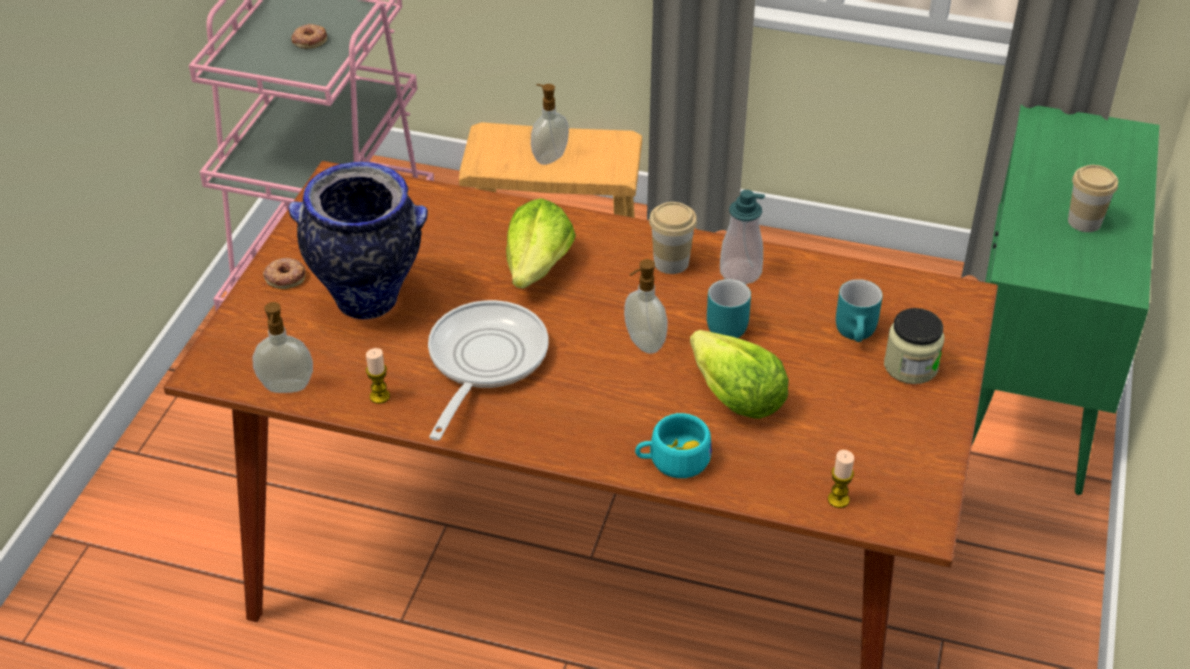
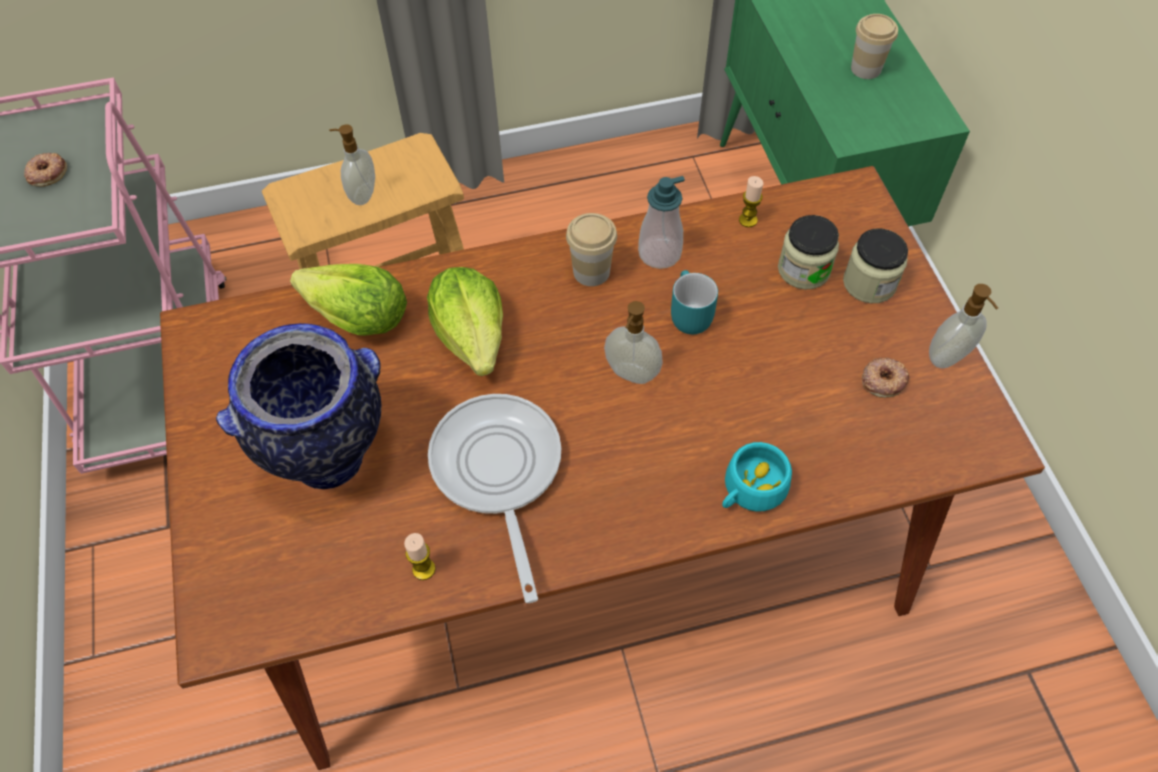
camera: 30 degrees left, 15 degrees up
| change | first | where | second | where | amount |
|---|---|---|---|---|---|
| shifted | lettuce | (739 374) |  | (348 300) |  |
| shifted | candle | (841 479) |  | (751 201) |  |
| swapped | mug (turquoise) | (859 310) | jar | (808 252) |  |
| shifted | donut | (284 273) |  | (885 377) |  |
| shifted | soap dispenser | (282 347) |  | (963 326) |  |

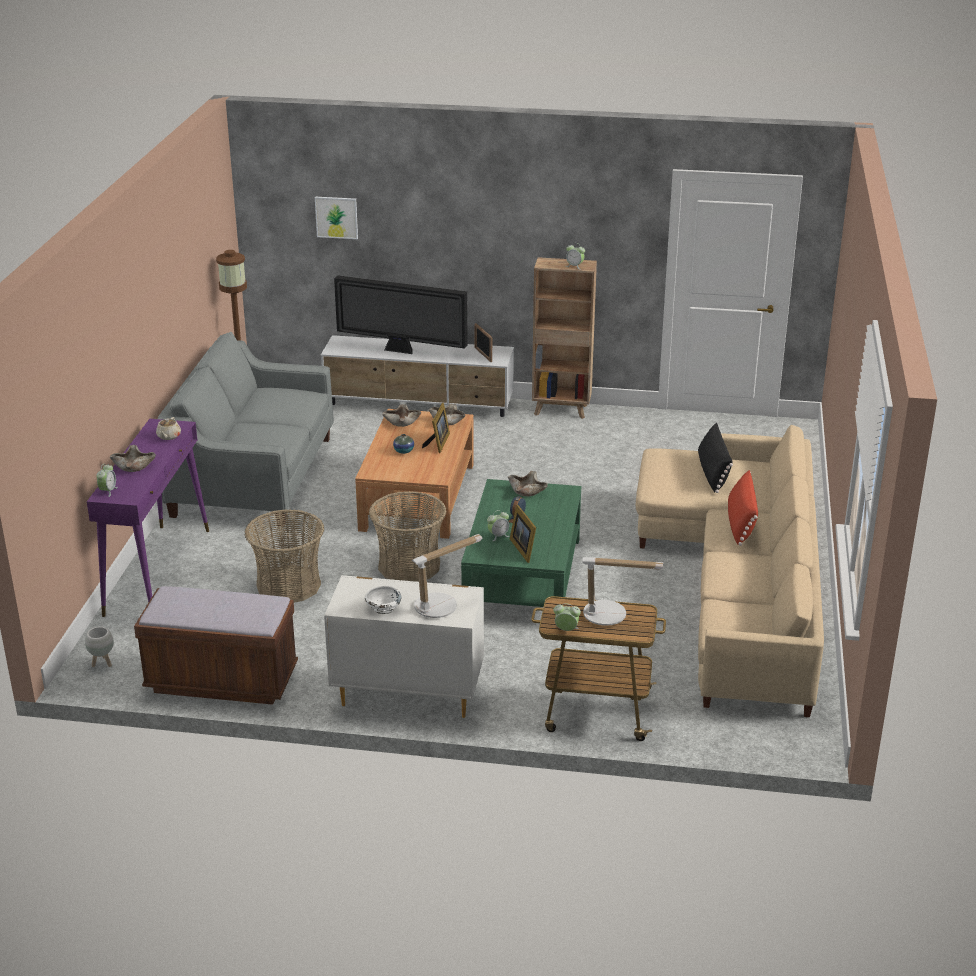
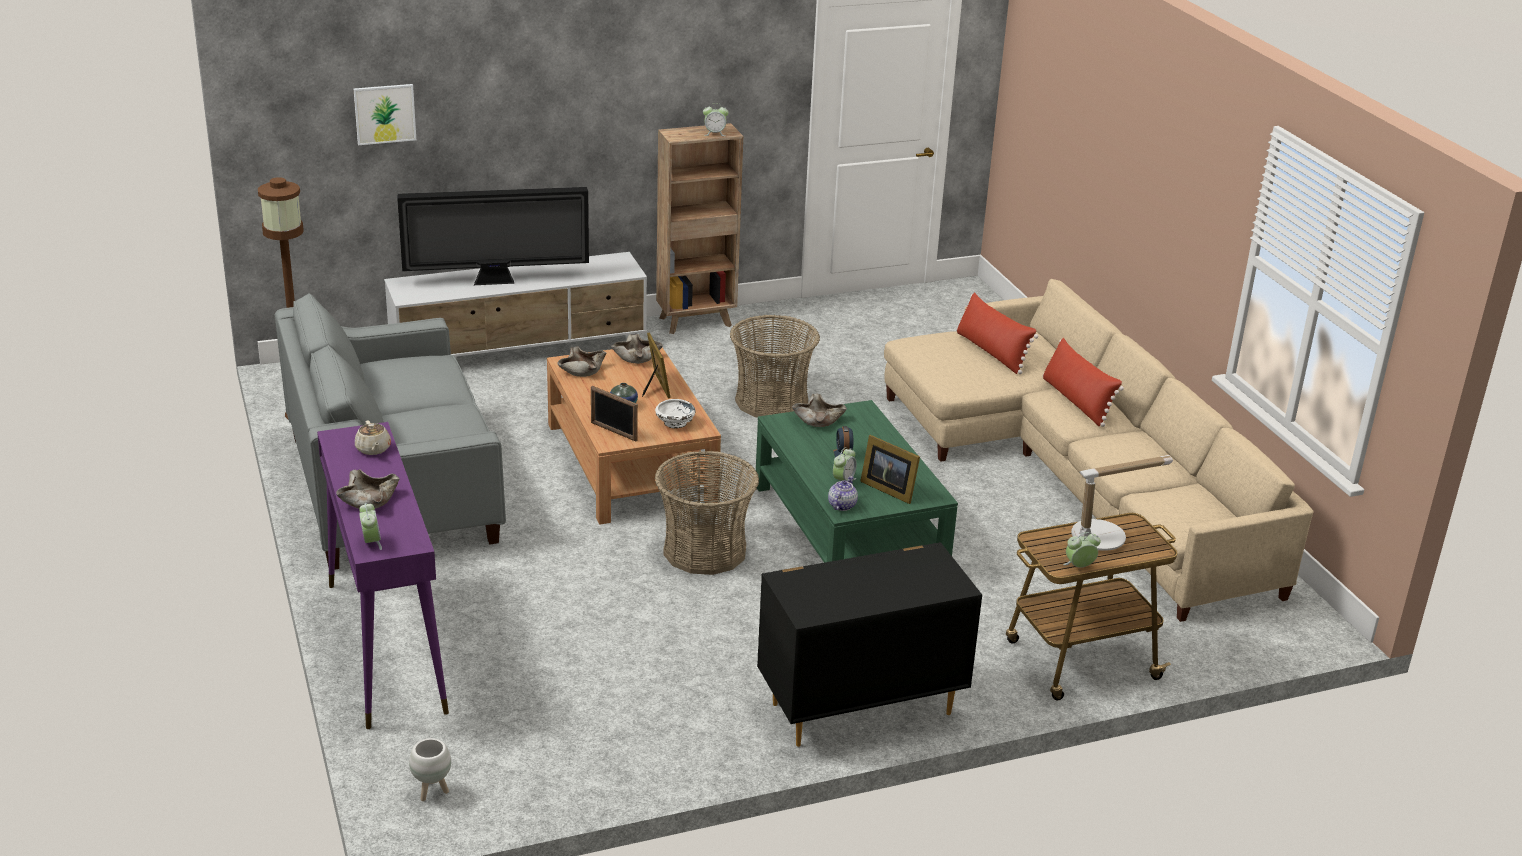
camera: 30 degrees left, 0 degrees up
| change | first | where | second | where | amount |
|---|---|---|---|---|---|
| shifted | picture frame | (483 342) |  | (614 414) |  |
| shifted | bowl (white) | (383 600) |  | (675 414) |  |
| shifted | basket | (284 556) |  | (775 366) |  |
| repainted | dresser (white) | (404 646) | dresser (black) | (869 644) |  |
| new |  |  | teapot | (843 493) |  |
| repainted | pillow (black) | (715 458) | pillow (red) | (997 333) |  |
| gone | bench (brown) | (216 645) |  |  |  |
| gone | table lamp | (447 576) |  |  |  |

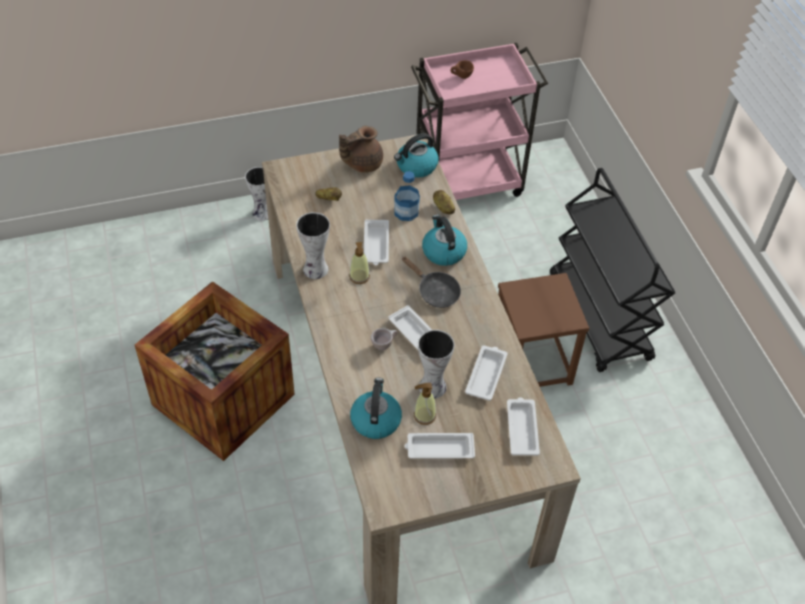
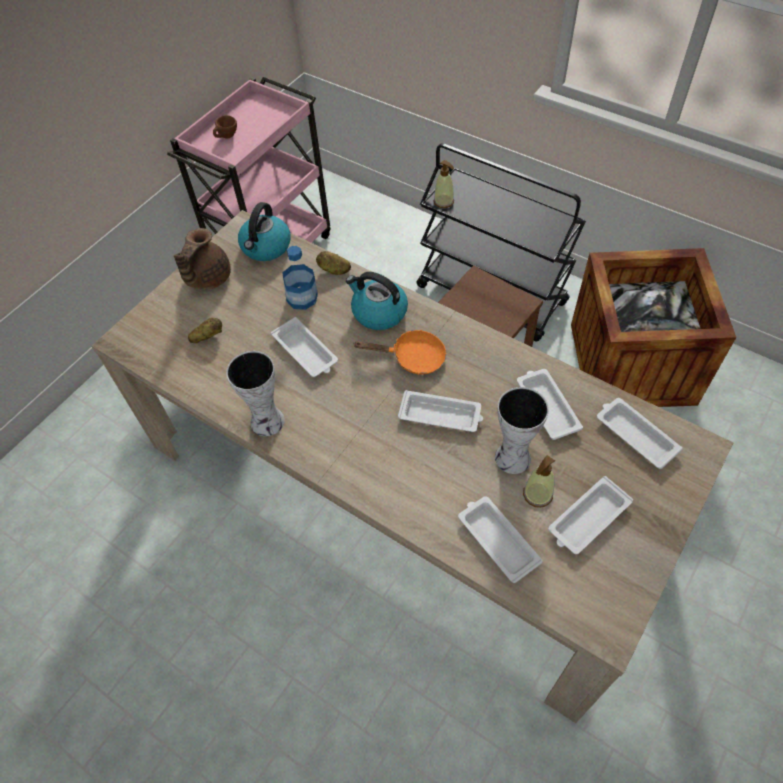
camera: 35 degrees left, 5 degrees up
| change | first | where | second | where | amount |
|---|---|---|---|---|---|
| repainted | frying pan (black) | (431 282) | frying pan (orange) | (400 352) |  |
| shifted | soap dispenser | (359 263) |  | (444 184) |  |
| swapped | kettle | (376 408) | tray (white) | (500 539) |  |
| shifted | crate | (215 371) |  | (653 327) |  |
| gone | vase | (256 194) |  |  |  |
| gone | cup (beige) | (384 339) |  |  |  |

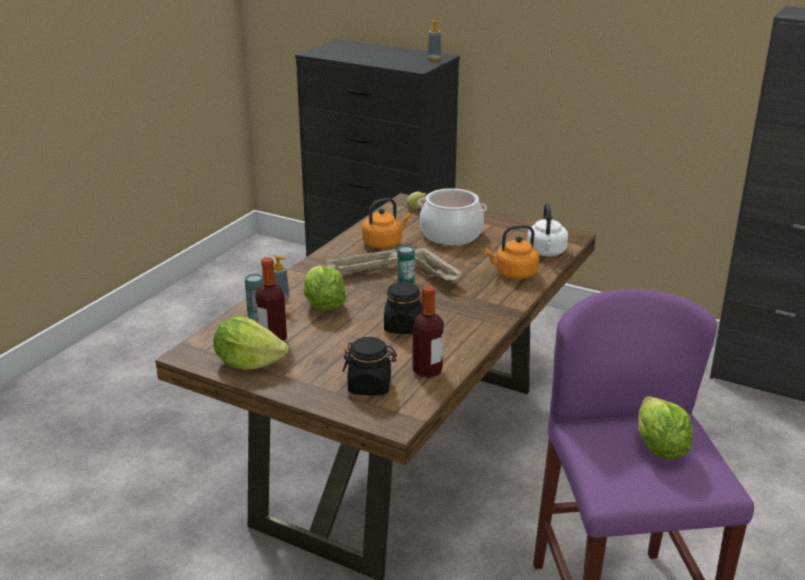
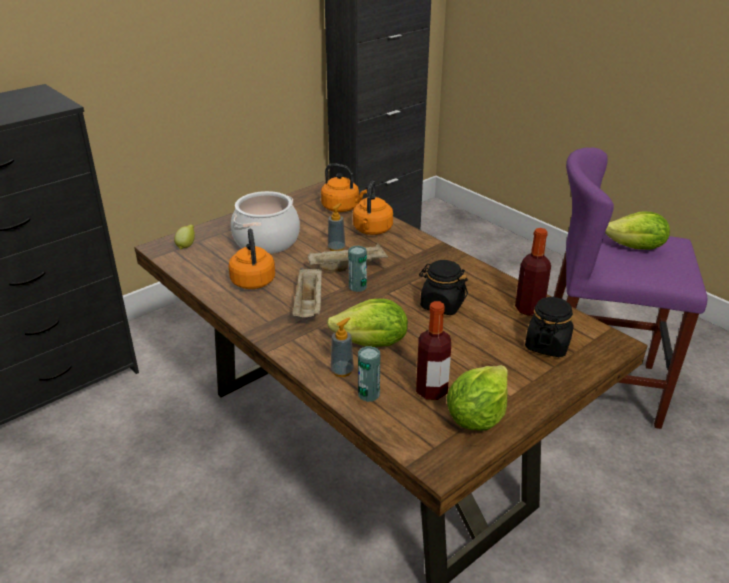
camera: 70 degrees left, 5 degrees up
| change | first | where | second | where | amount |
|---|---|---|---|---|---|
| repainted | kettle (white) | (547 229) | kettle (orange) | (344 187) |  |
| shifted | soap dispenser | (434 40) |  | (336 227) |  |

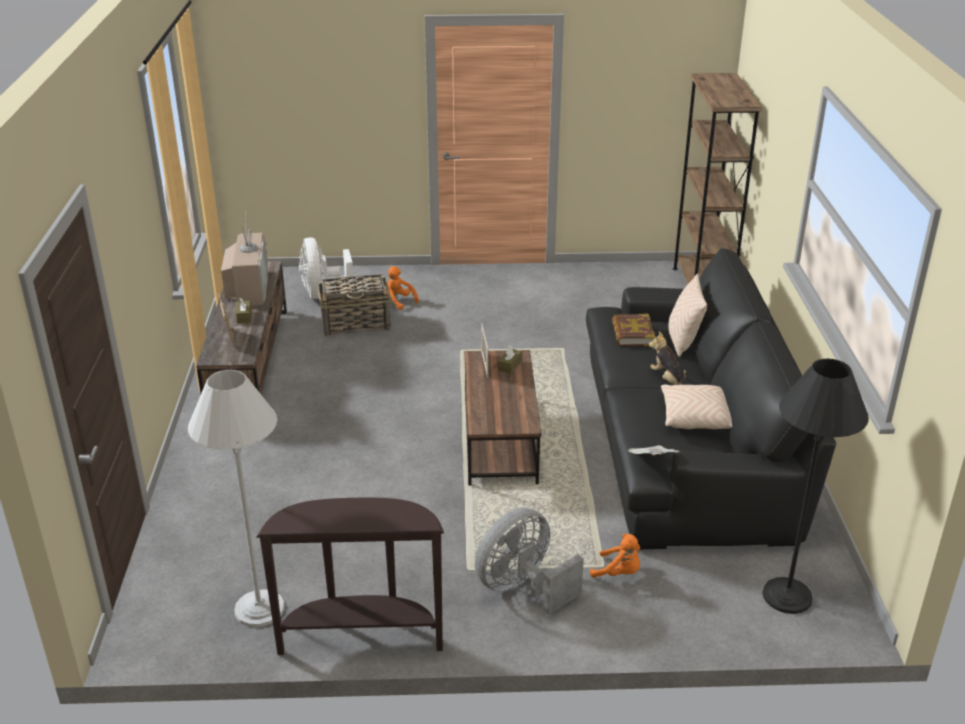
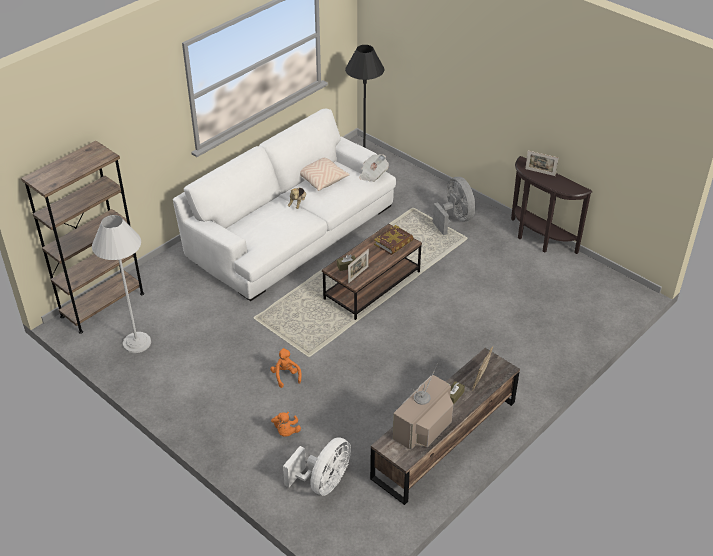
camera: 135 degrees left, 10 degrees up
| change | first | where | second | where | amount |
|---|---|---|---|---|---|
| shifted | floor lamp (white) | (236 498) |  | (121 284) |  |
| repainted | sofa (black) | (711 398) | sofa (white) | (284 205) |  |
| shifted | plush toy (orange) | (615 556) |  | (286 368) |  |
| shifted | book | (633 330) |  | (394 240) |  |
| rotated | fan (grey) | (529 561) |  | (454 206) | 120 degrees counterclockwise |
| new |  |  | picture frame | (541 163) |  |
| gone | basket | (355 305) |  |  |  |
| gone | pillow (beige) | (688 315) |  |  |  |

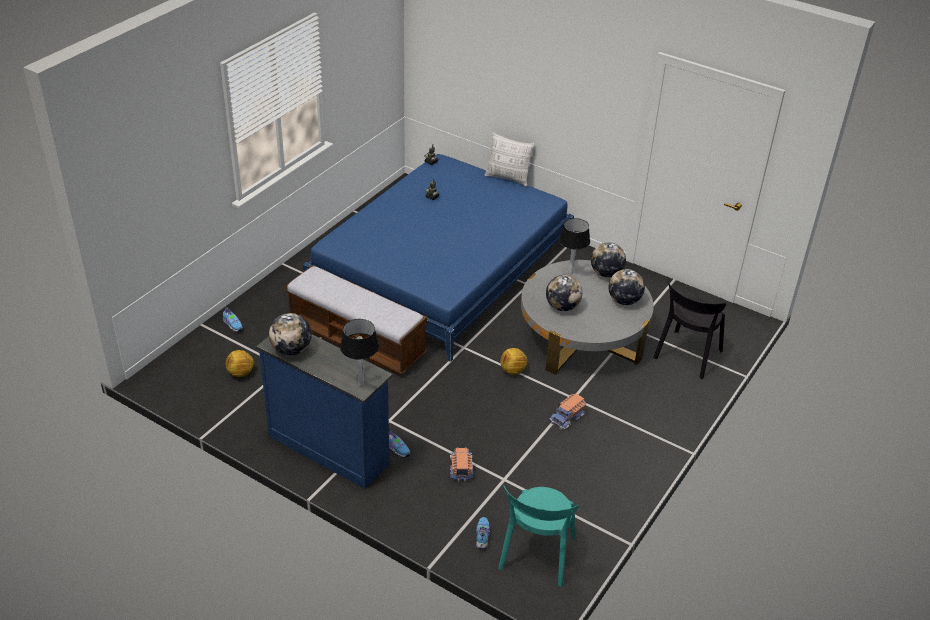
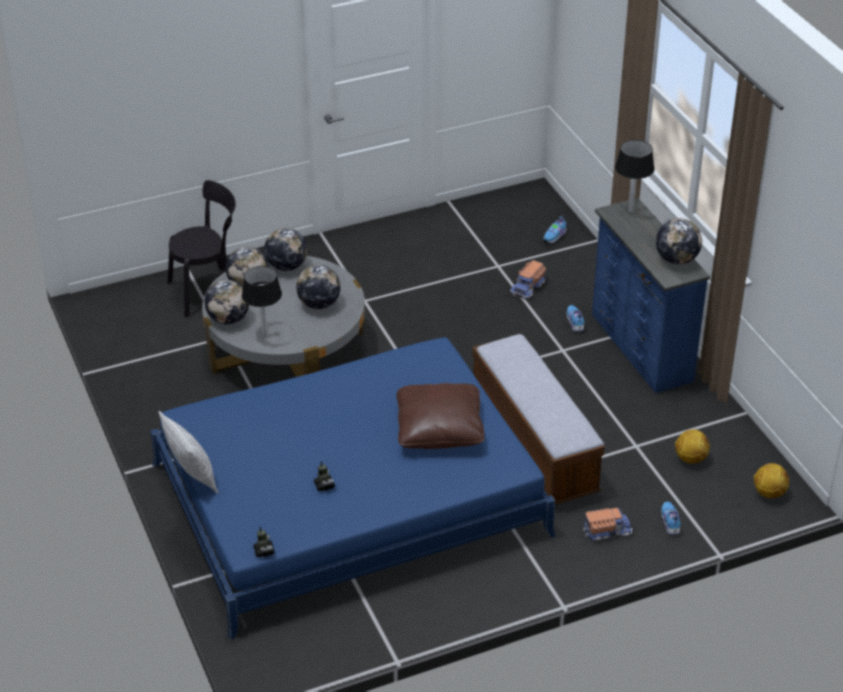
camera: 145 degrees left, 0 degrees up
| change | first | where | second | where | amount |
|---|---|---|---|---|---|
| new |  |  | globe | (285 249) |  |
| new |  |  | pillow (brown) | (440 416) |  |
| shifted | toy truck | (568 411) |  | (608 525) |  |
| shifted | football | (513 361) |  | (771 480) |  |
| gone | chair (turquoise) | (538 536) |  |  |  |

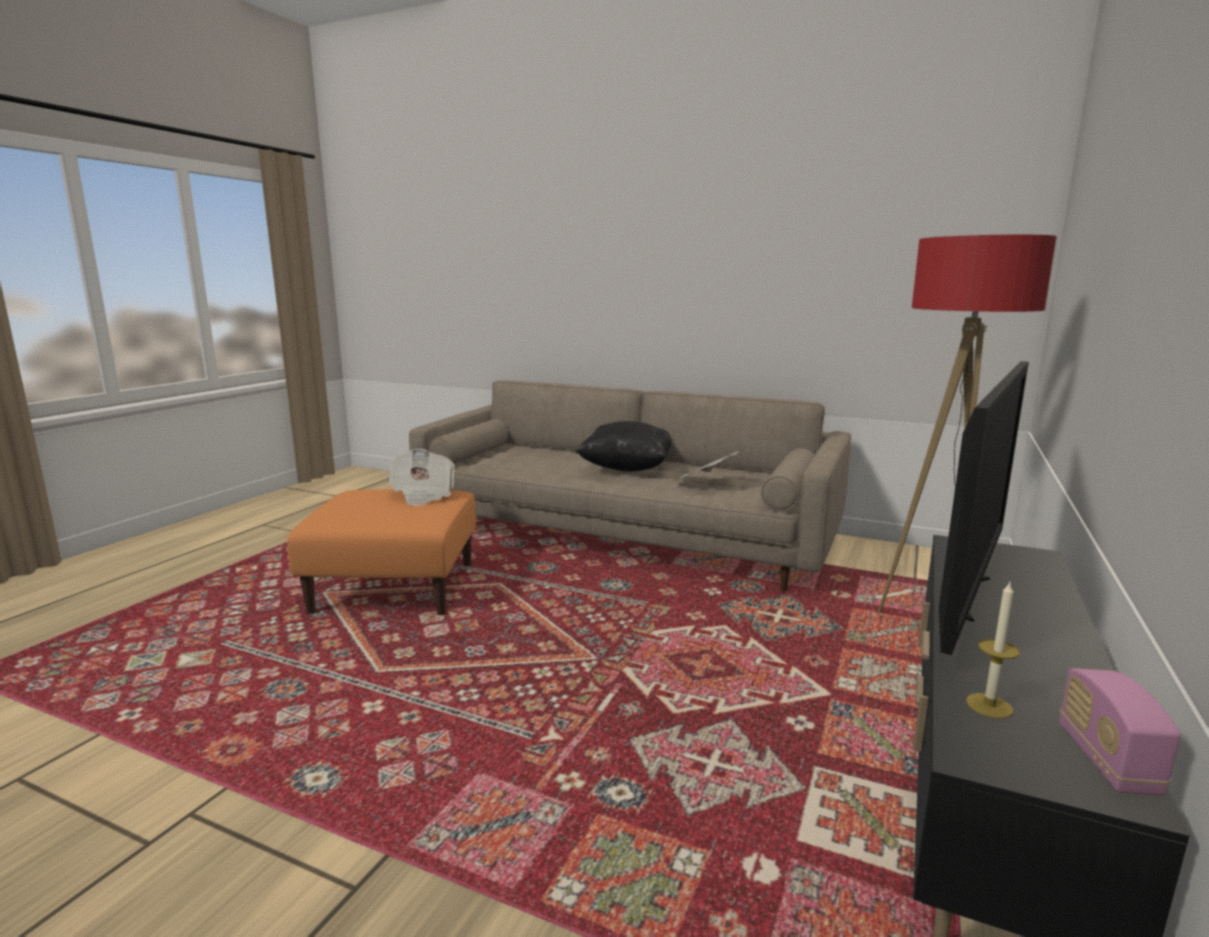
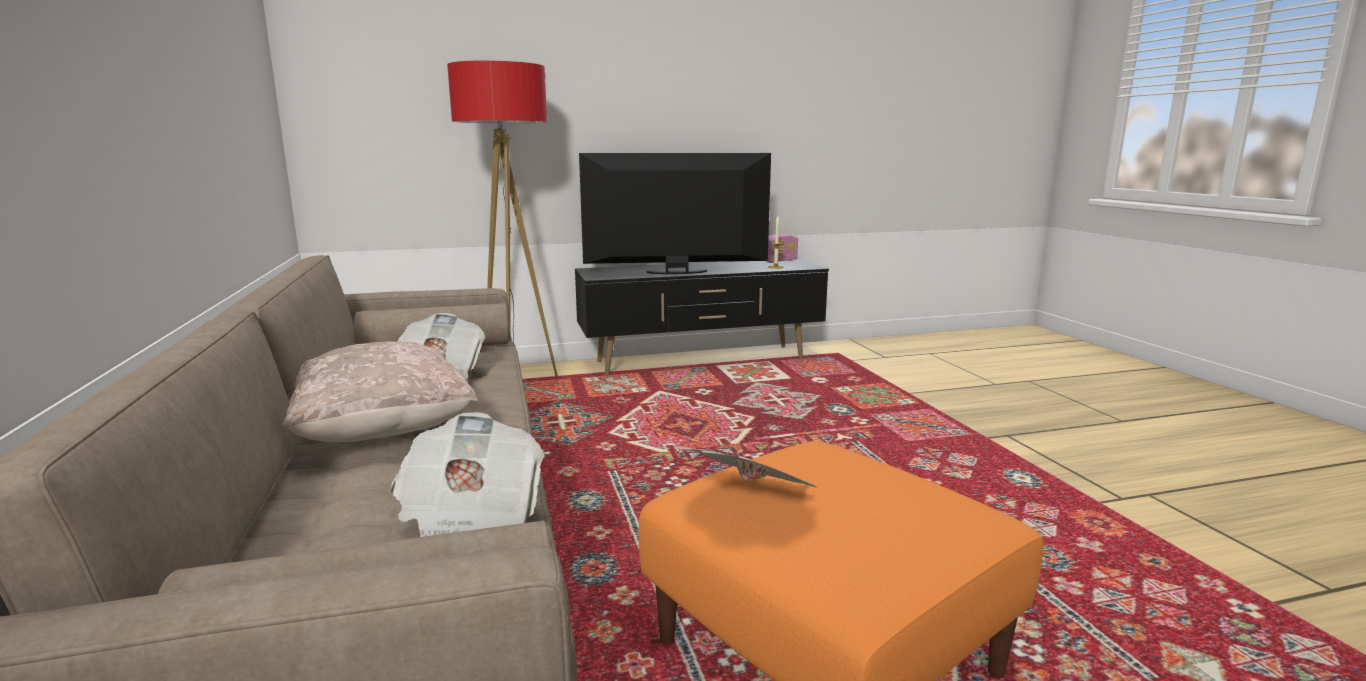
camera: 130 degrees left, 0 degrees up
| change | first | where | second | where | amount |
|---|---|---|---|---|---|
| repainted | pillow (black) | (623 446) | pillow (beige) | (380 391) |  |
| new |  |  | newspaper | (467 474) |  |

